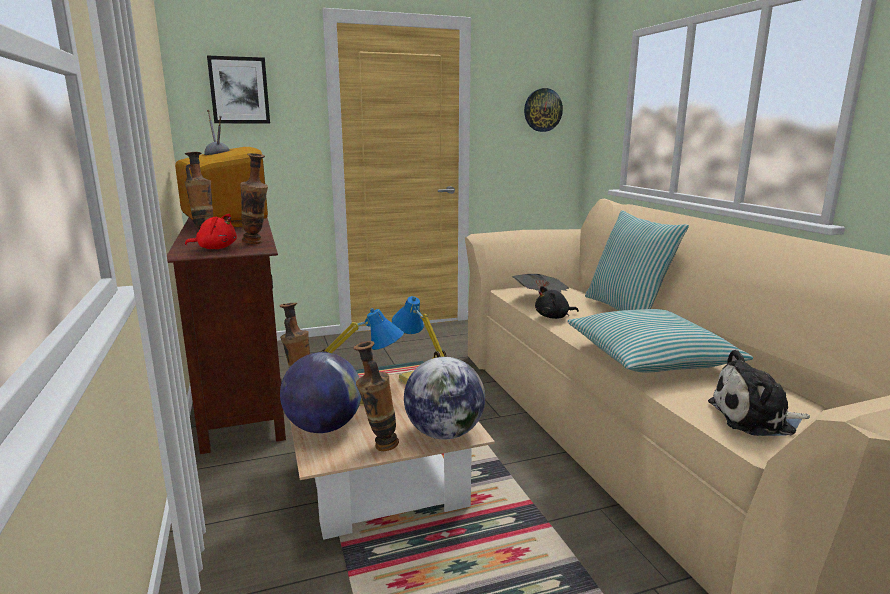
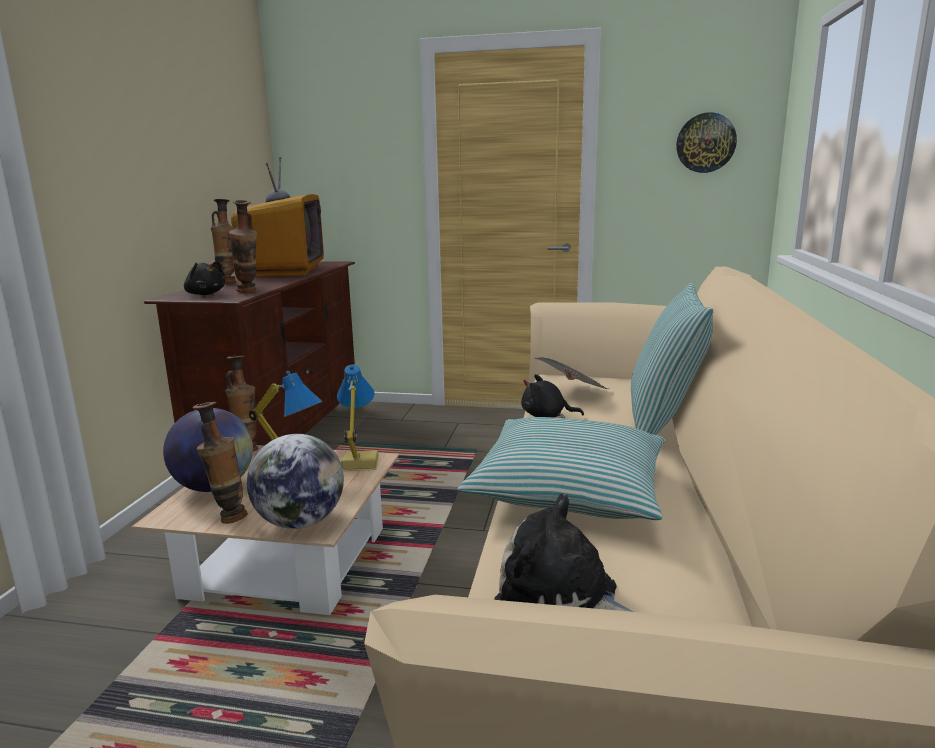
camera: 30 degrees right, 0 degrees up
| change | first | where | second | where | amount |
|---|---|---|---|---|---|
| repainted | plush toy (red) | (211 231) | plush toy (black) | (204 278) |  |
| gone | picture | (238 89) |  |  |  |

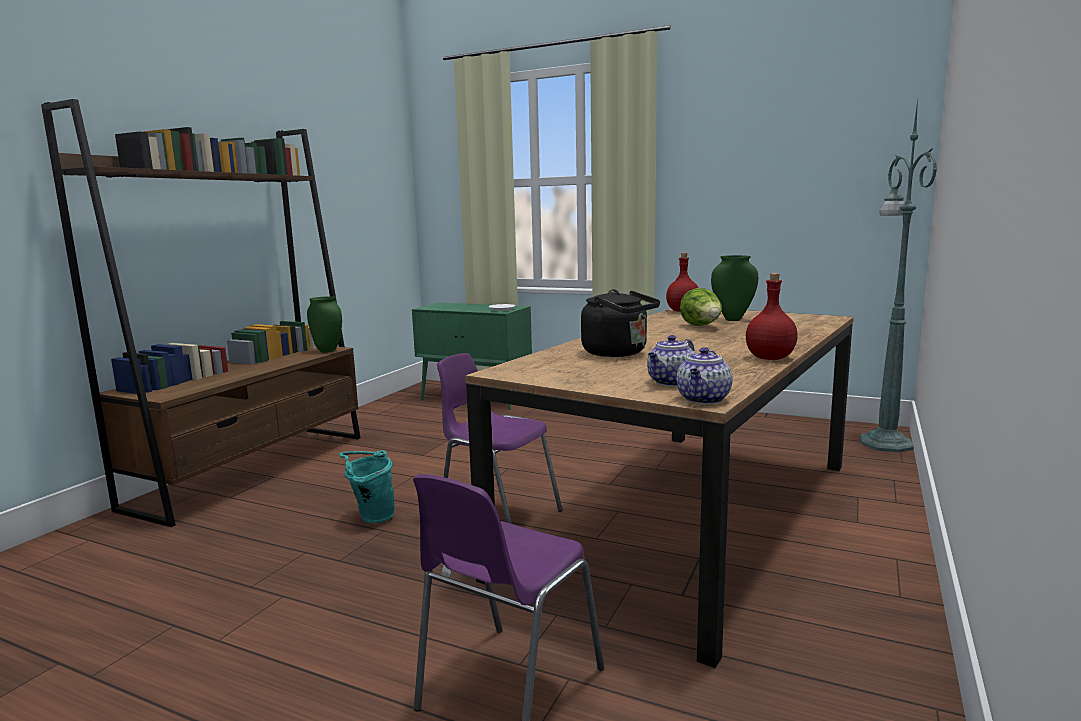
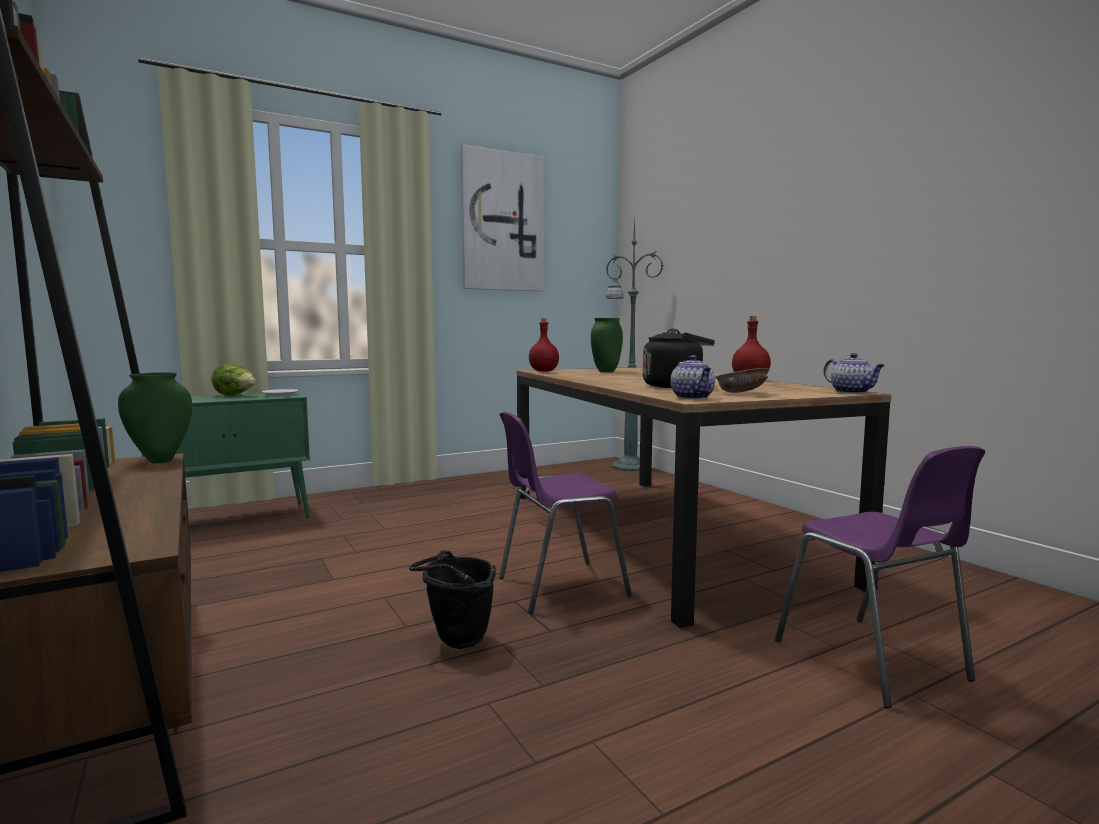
camera: 55 degrees left, 5 degrees down
| change | first | where | second | where | amount |
|---|---|---|---|---|---|
| shifted | lettuce | (701 307) |  | (233 379) |  |
| repainted | bucket (turquoise) | (366 486) | bucket (black) | (452 599) |  |
| new |  |  | picture | (502 217) |  |
| shifted | teapot | (671 360) |  | (692 377) |  |
| new |  |  | bowl (brown) | (742 380) |  |

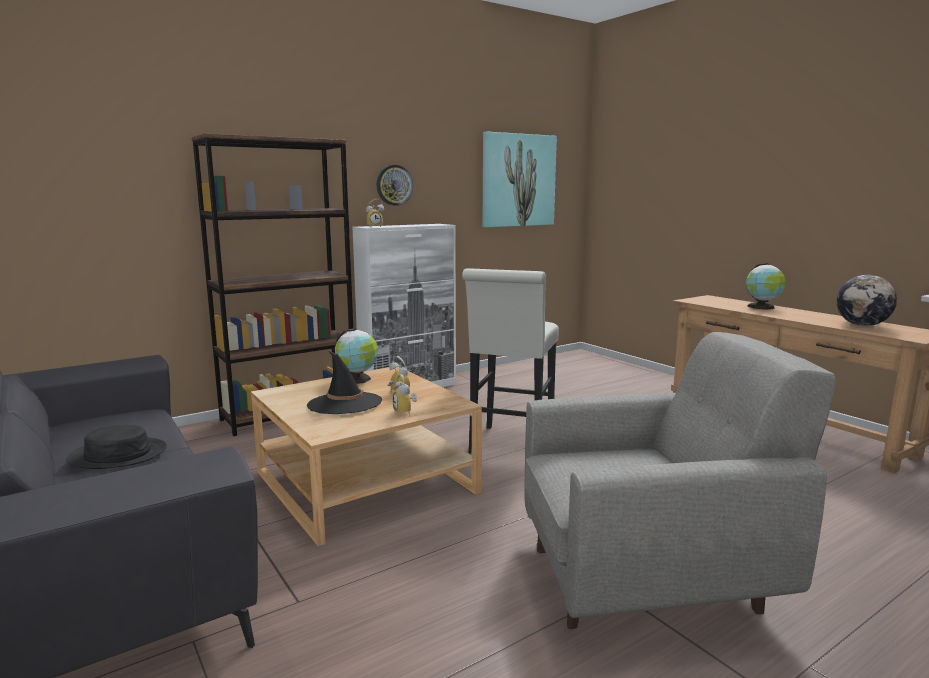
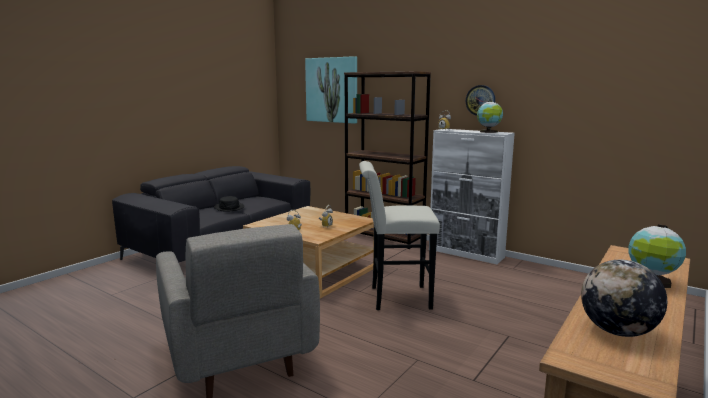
camera: 70 degrees right, 0 degrees up
| change | first | where | second | where | amount |
|---|---|---|---|---|---|
| shifted | picture | (520 179) |  | (331 90) |  |
| shifted | globe | (356 356) |  | (490 117) |  |
| gone | hat (black) | (344 382) |  |  |  |

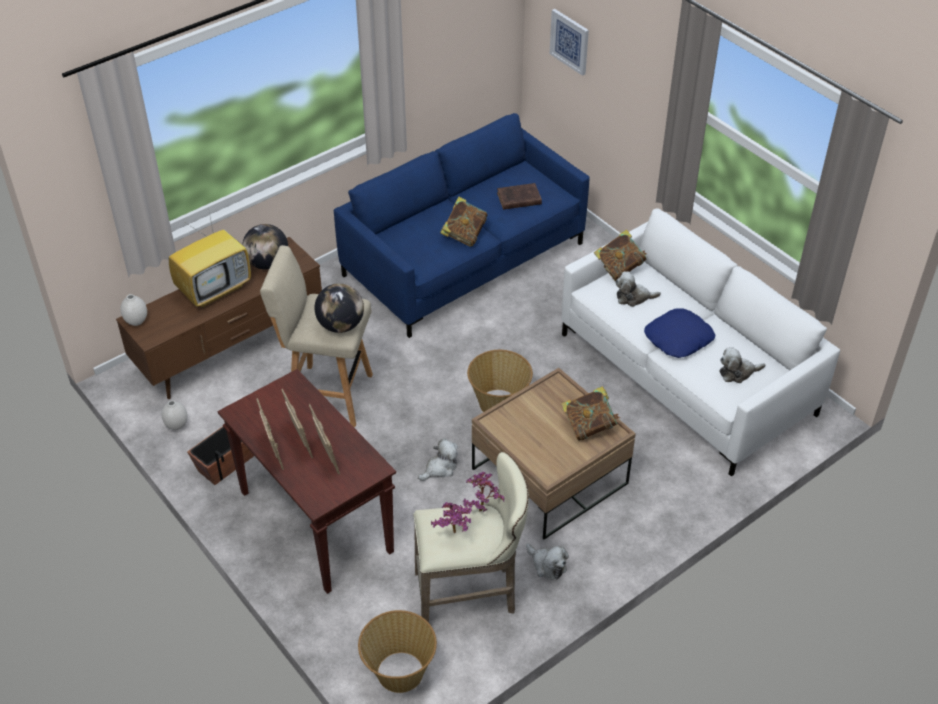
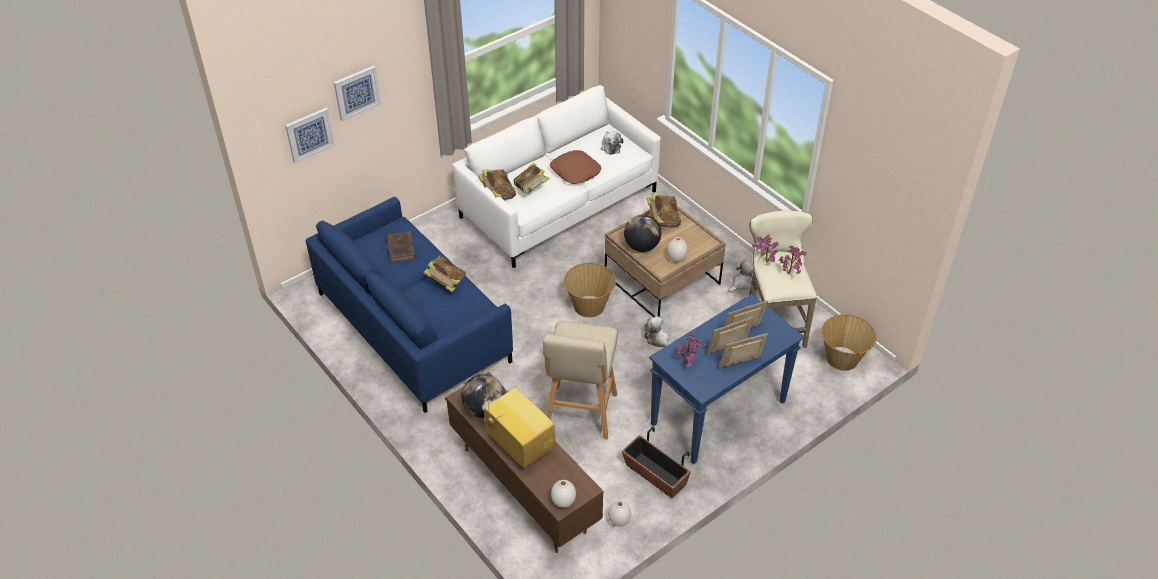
camera: 90 degrees left, 0 degrees up
| change | first | where | second | where | amount |
|---|---|---|---|---|---|
| new |  |  | picture | (357 93) |  |
| swapped | plush toy | (638 289) | book | (531 178) |  |
| repainted | pillow (blue) | (680 333) | pillow (brown) | (575 167) |  |
| shifted | globe | (339 308) |  | (642 233) |  |
| repainted | console table (brown) | (306 481) | console table (blue) | (727 379) |  |
| new |  |  | vase (white) | (677 249) |  |
| new |  |  | potted plant | (691 350) |  |

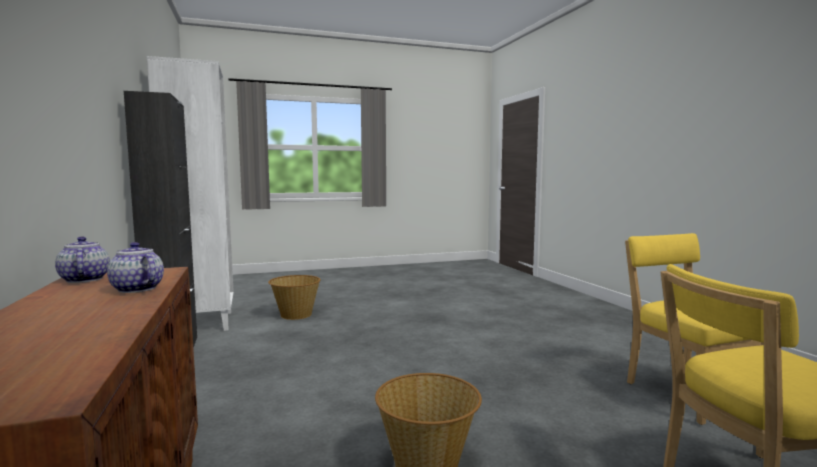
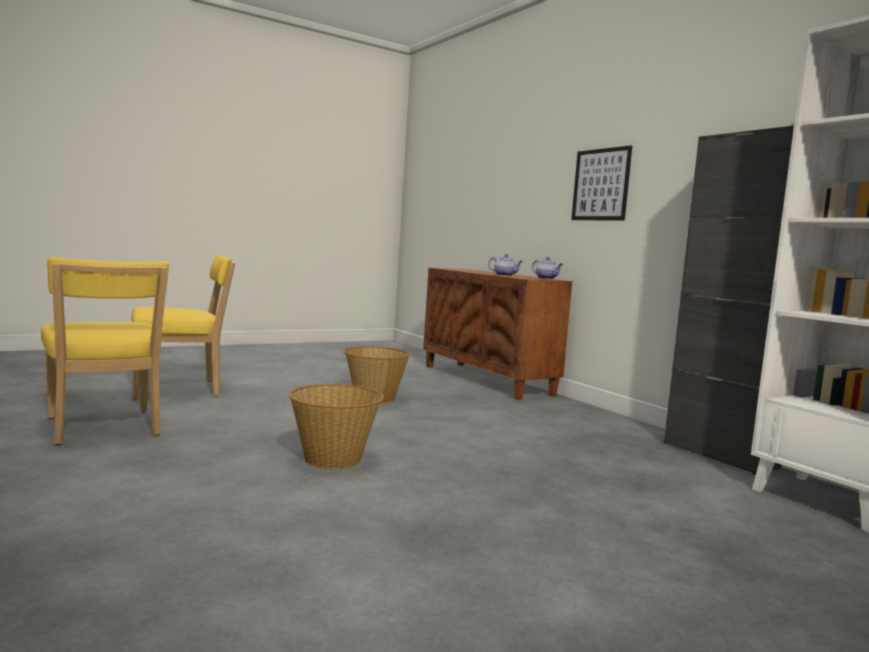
camera: 165 degrees right, 0 degrees up
| change | first | where | second | where | amount |
|---|---|---|---|---|---|
| shifted | basket | (294 297) |  | (336 426) |  |
| new |  |  | picture | (601 183) |  |

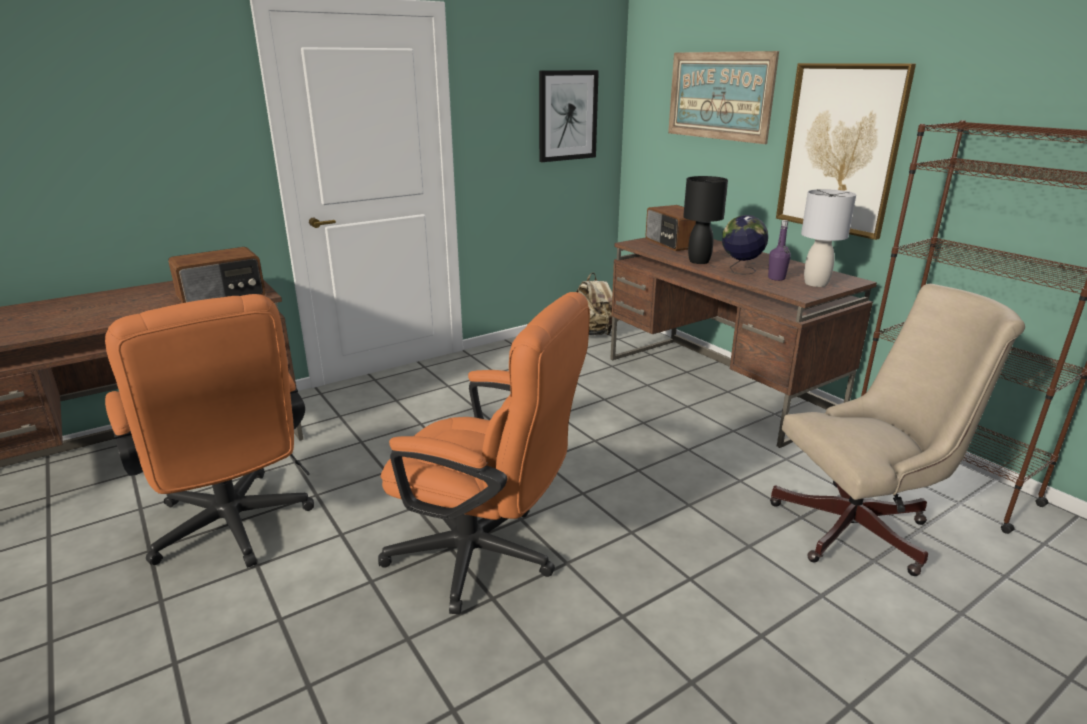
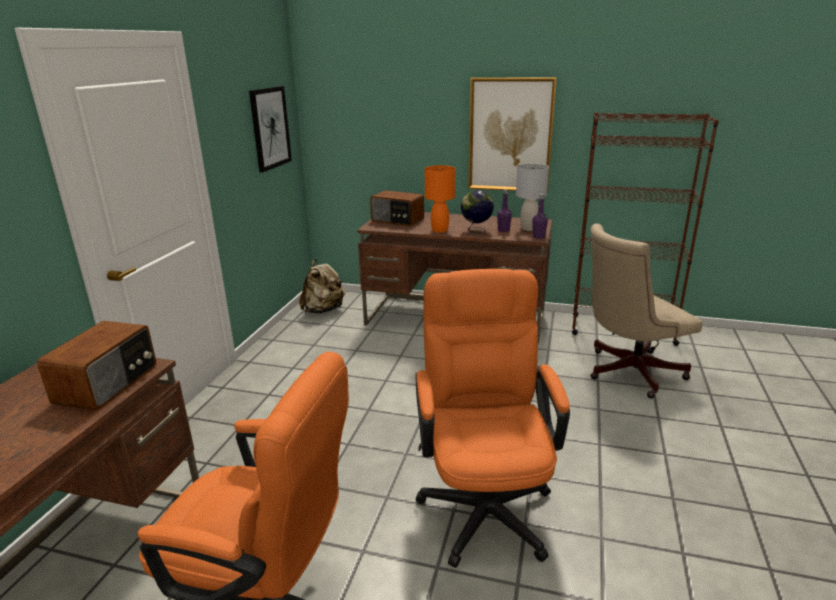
camera: 40 degrees left, 0 degrees up
| change | first | where | second | where | amount |
|---|---|---|---|---|---|
| rotated | office chair (orange) | (484 453) |  | (492 418) | 75 degrees counterclockwise |
| repainted | table lamp (black) | (705 220) | table lamp (orange) | (440 199) |  |
| new |  |  | bottle (purple) | (540 216) |  |
| rotated | office chair (beige) | (897 430) |  | (646 311) | 150 degrees counterclockwise |
| gone | picture | (723 97) |  |  |  |

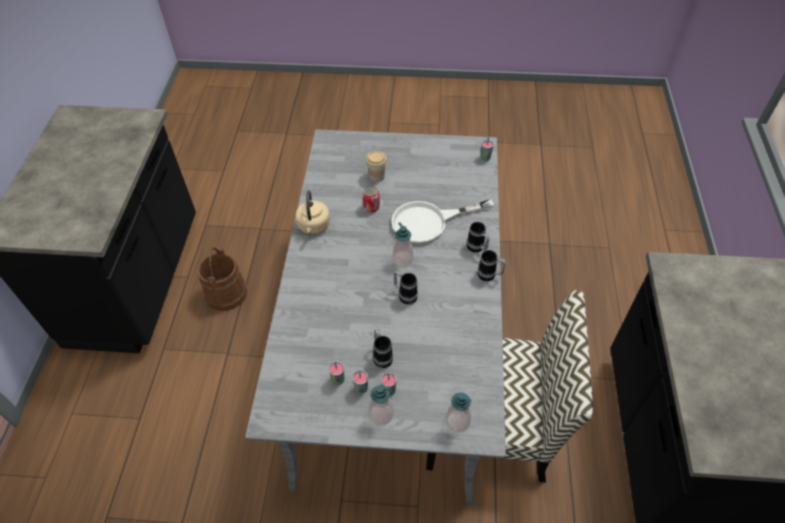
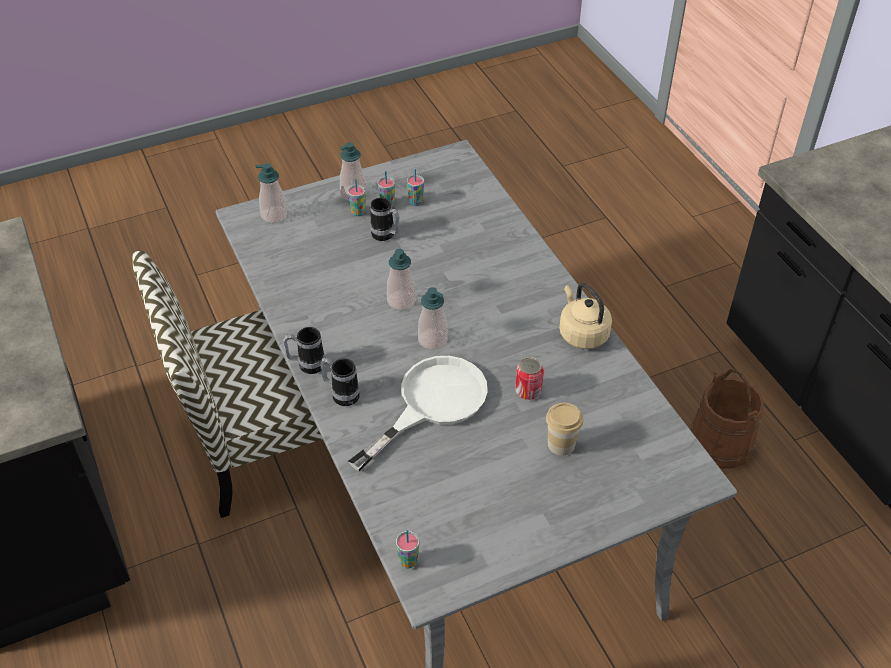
camera: 150 degrees right, 5 degrees down
| change | first | where | second | where | amount |
|---|---|---|---|---|---|
| swapped | mug | (405 288) | soap dispenser | (401 279) |  |

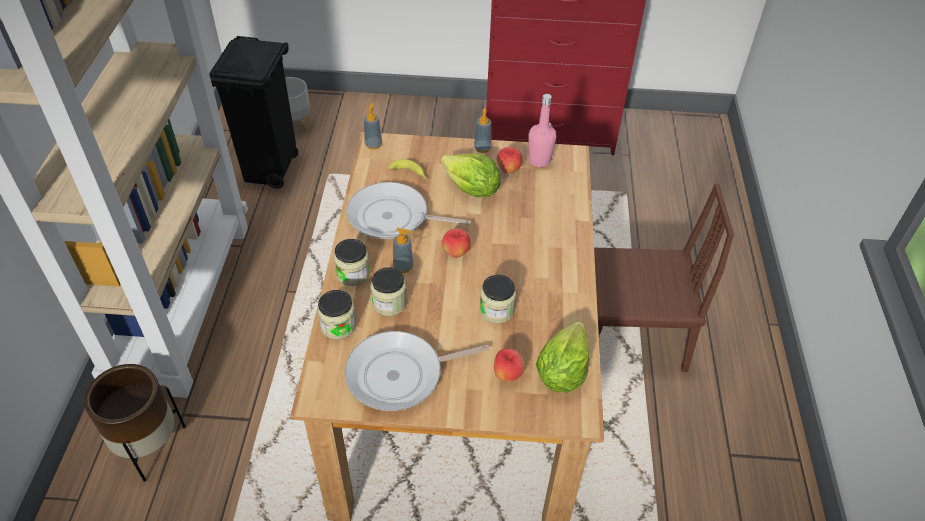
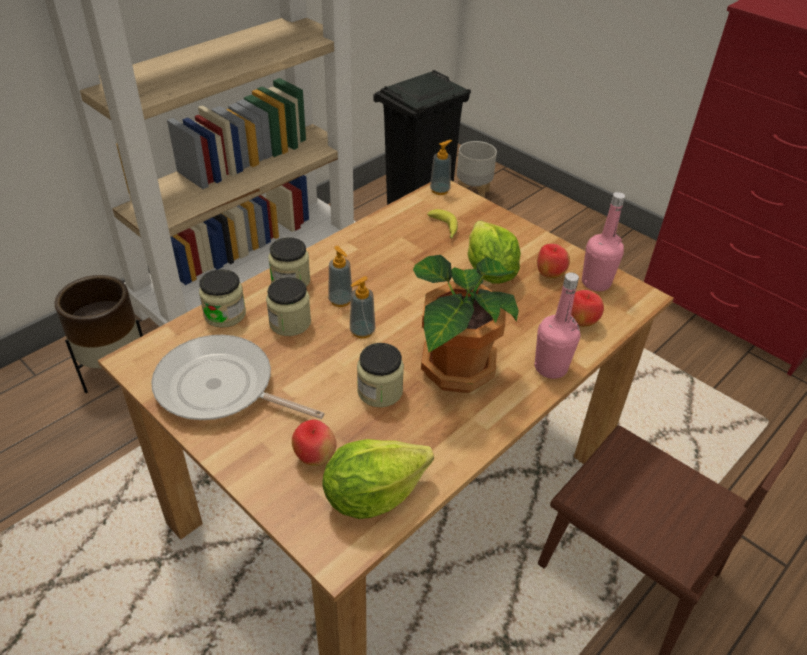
camera: 40 degrees right, 5 degrees down
| change | first | where | second | where | amount |
|---|---|---|---|---|---|
| shifted | soap dispenser | (483 131) |  | (362 307) |  |
| new |  |  | potted plant | (466 324) |  |
| new |  |  | bottle (pink) | (557 325) |  |
| shifted | apple | (456 243) |  | (587 308) |  |
| gone | frying pan | (409 210) |  |  |  |

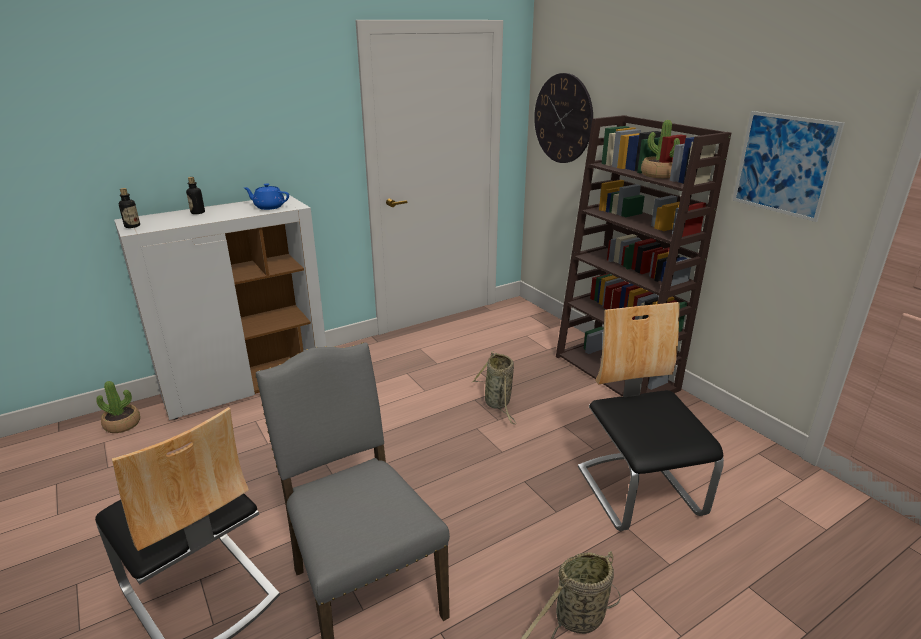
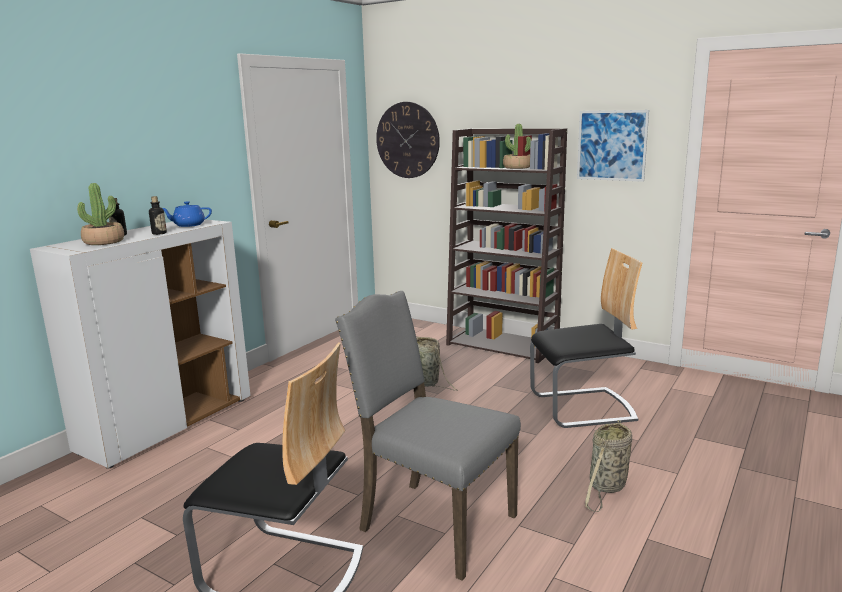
camera: 25 degrees left, 10 degrees down
| change | first | where | second | where | amount |
|---|---|---|---|---|---|
| shifted | potted plant | (118 407) |  | (100 214) |  |
| shifted | bottle | (129 208) |  | (158 215) |  |
| rotated | chair | (651 416) |  | (586 338) | 120 degrees clockwise |

